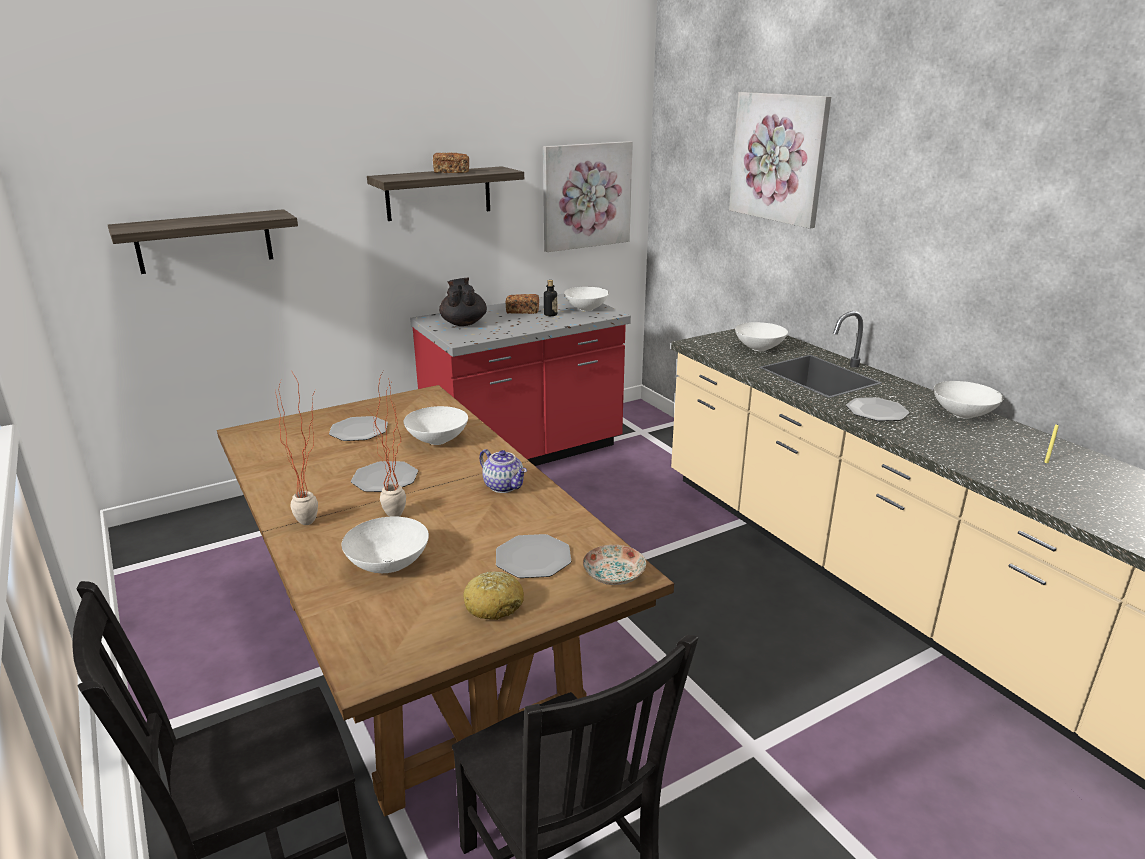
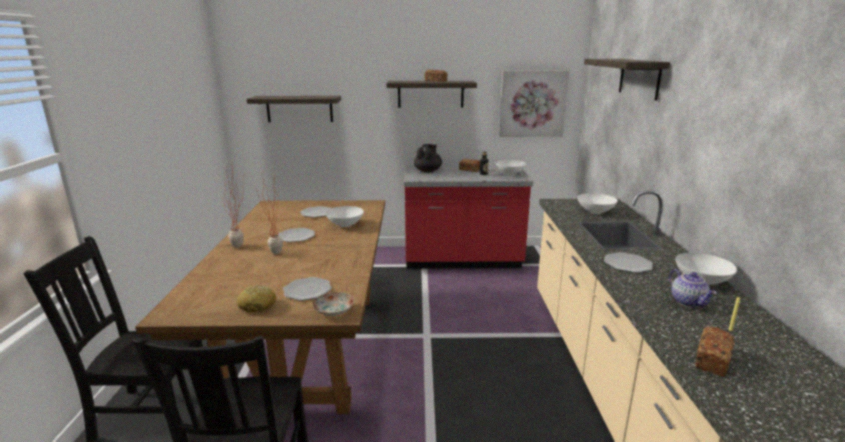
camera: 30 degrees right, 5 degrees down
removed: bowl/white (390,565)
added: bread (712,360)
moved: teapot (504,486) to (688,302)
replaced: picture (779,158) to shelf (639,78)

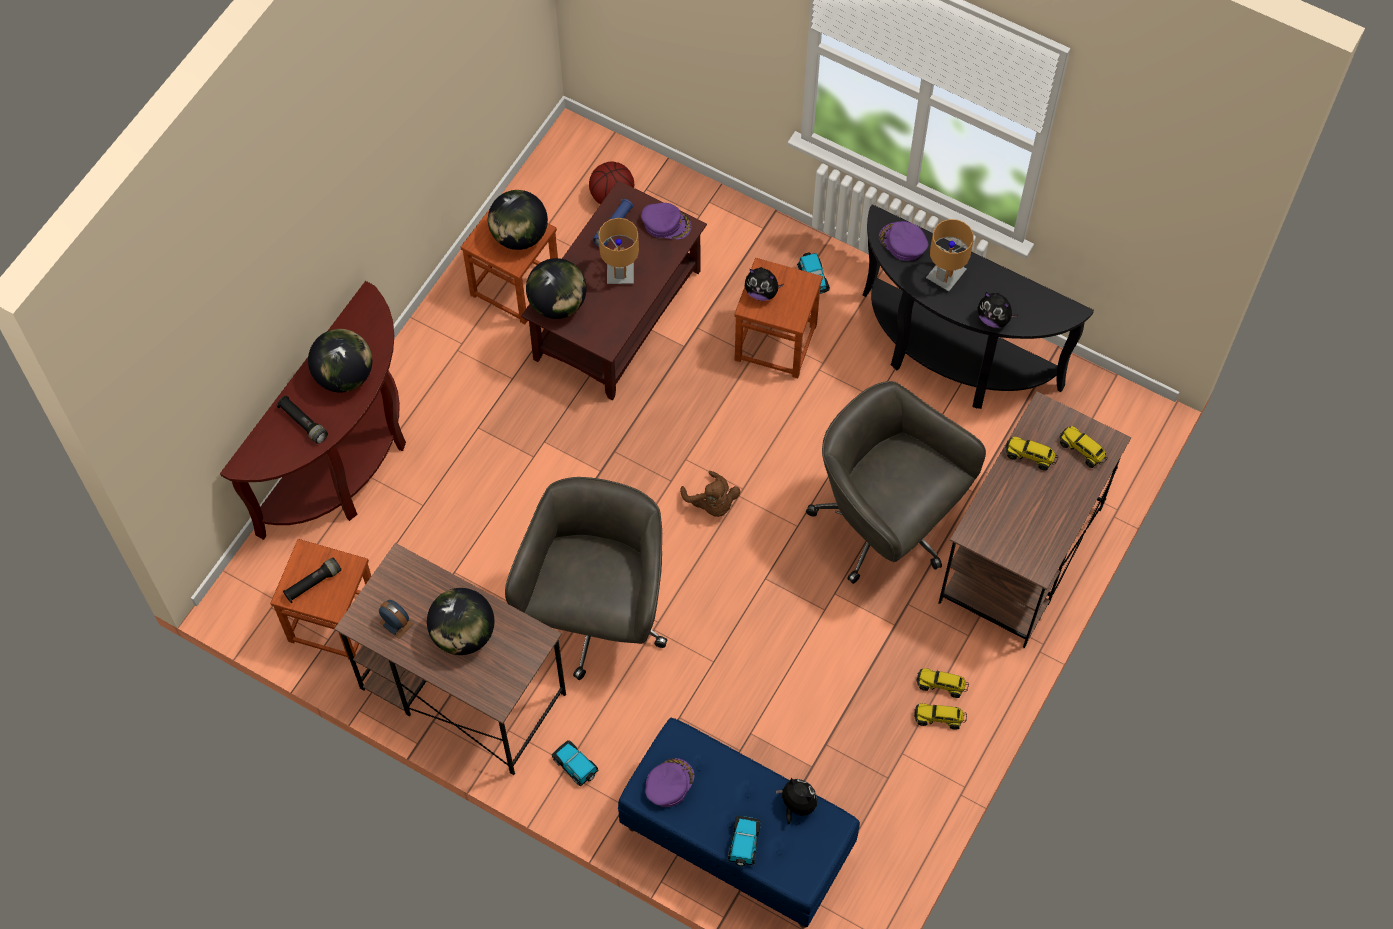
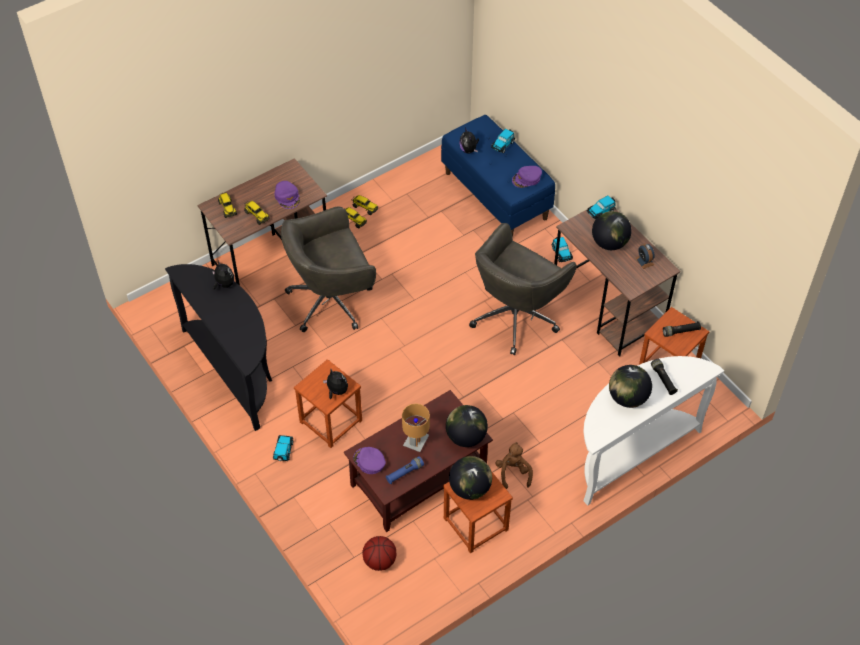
camera: 155 degrees left, 10 degrees down
removed: table lamp/brown (945,275)
added: toy car (601,211)
moved: plush toy/brown (712,503) to (513,473); cap/purple (903,243) to (287,197)
recoloured: console table/brown (345,464) to console table/white (631,452)
turned: office chair/grey (886,525) = (332,300) 90 degrees clockwise

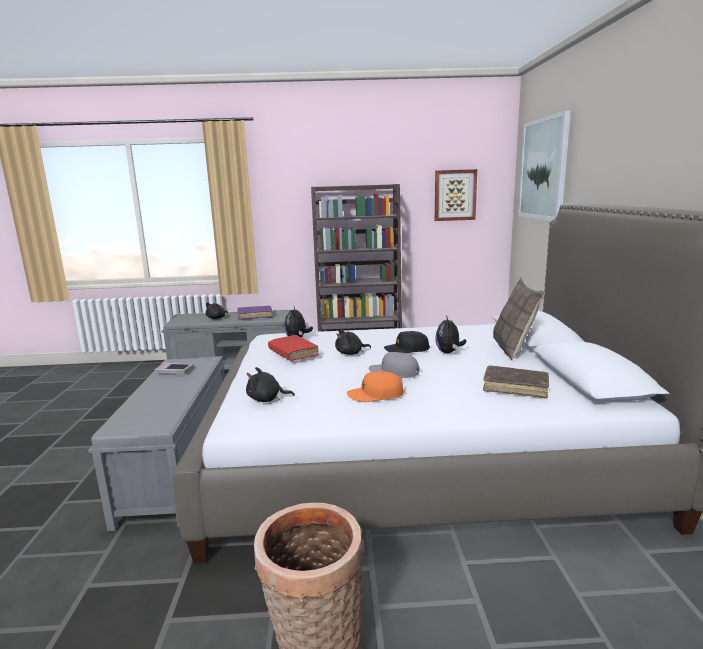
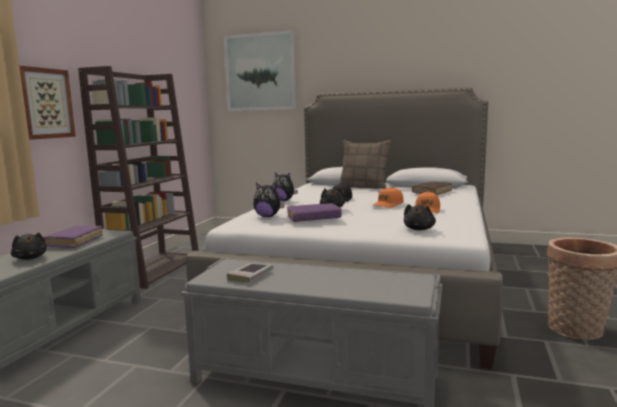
camera: 70 degrees left, 5 degrees down
moved: picture (455,195) to (45,103); plush toy (449,352) to (284,200)
recoloured: book/red (293,353) to book/purple (313,218); cap/grey (394,373) to cap/orange (388,204)

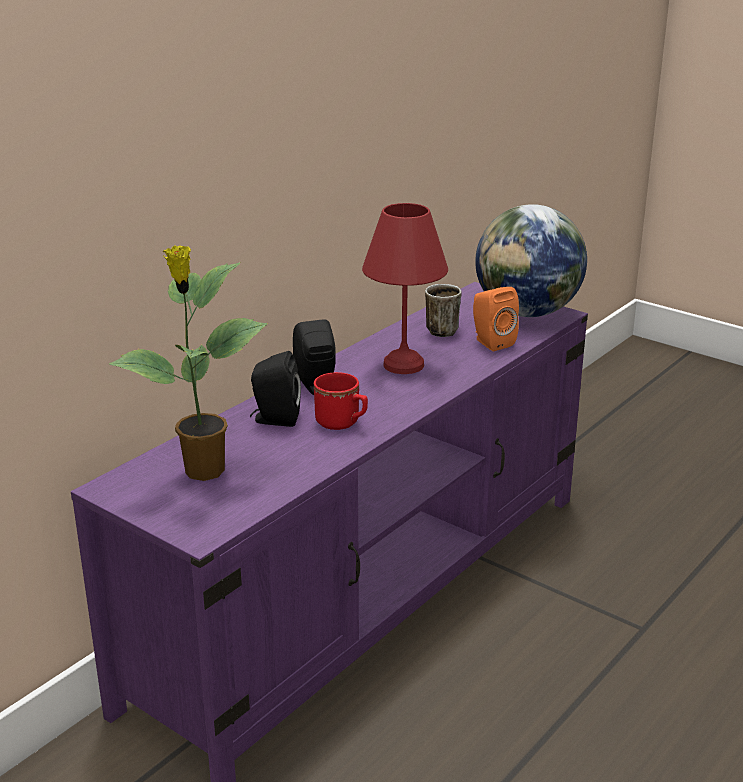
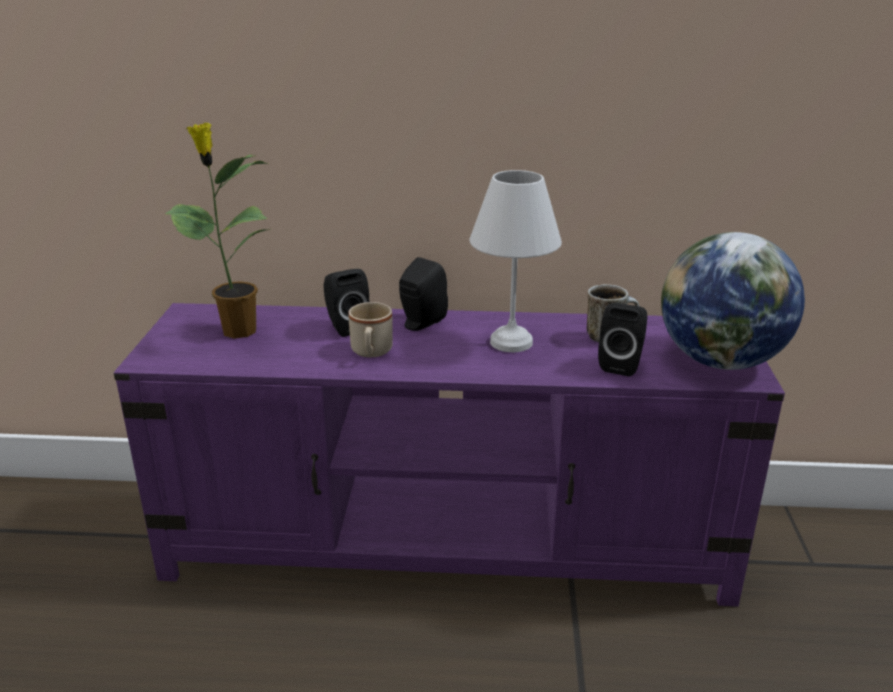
camera: 55 degrees right, 0 degrees up
recoloured: mug/red (342,423) to mug/beige (371,352); table lamp/red (405,365) to table lamp/white (511,343); speaker/orange (491,342) to speaker/black (621,364)

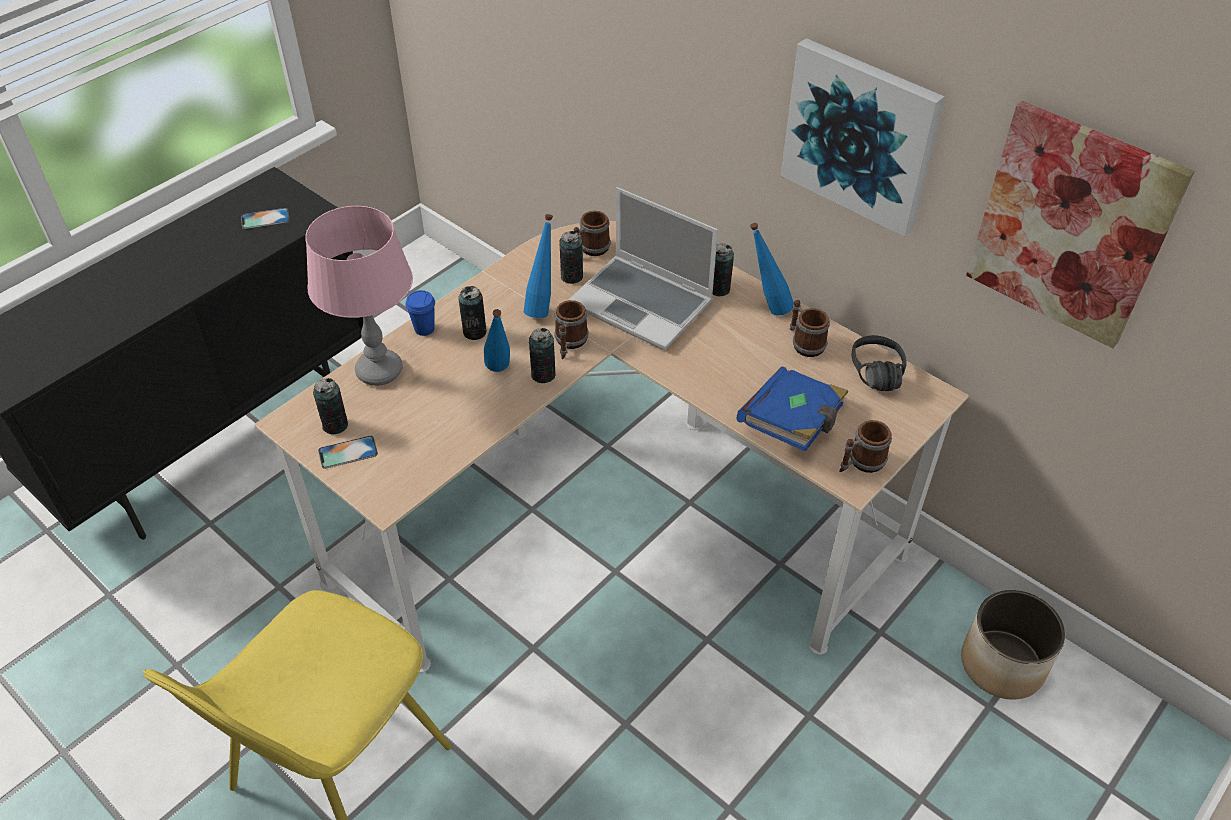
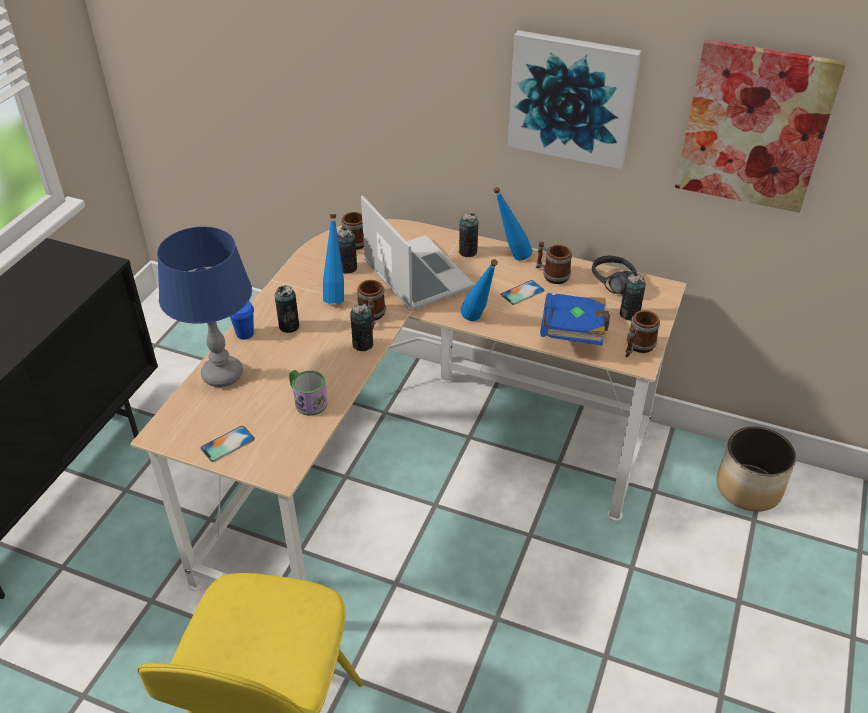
camera: 20 degrees left, 5 degrees down
added: mug (307,401)
moved: phone (265,219) to (522,292); can (335,425) to (629,314); bottle/blue (500,374) to (478,321)
recoloured: table lamp/pink (380,371) to table lamp/blue (223,374)
turned: laptop (643,304) = (415,275) 135 degrees counterclockwise

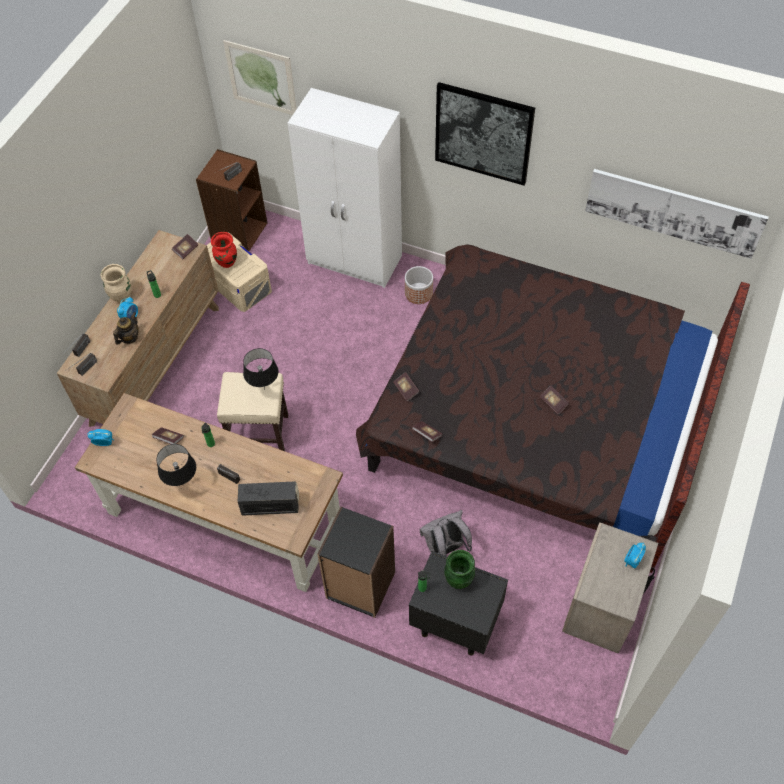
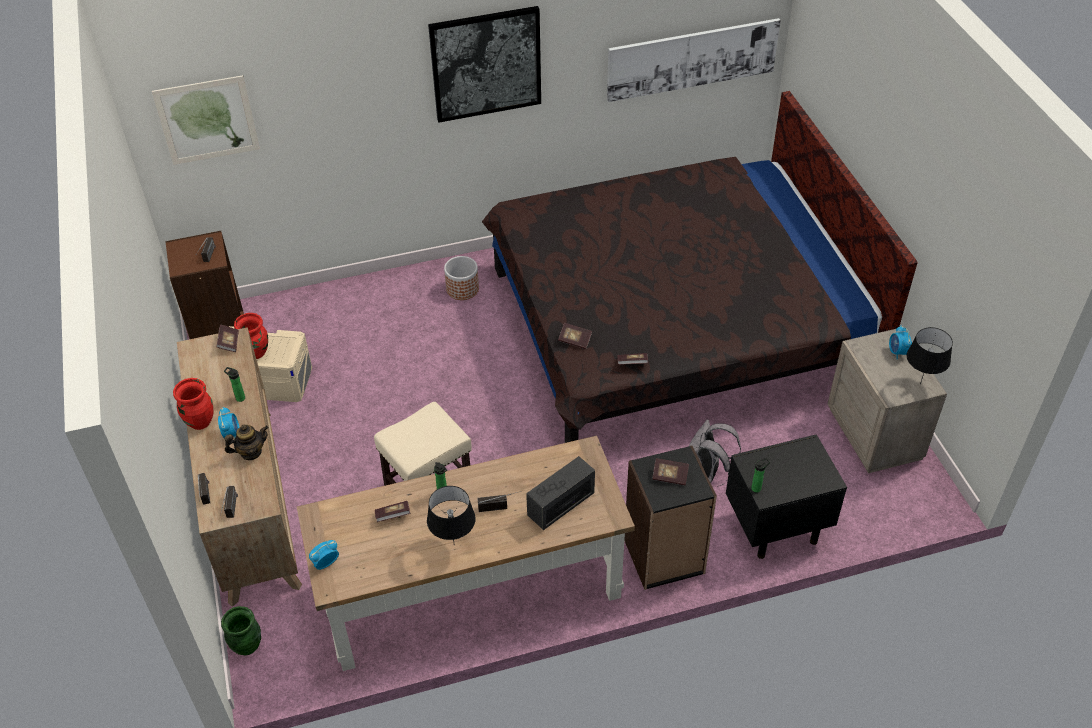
camera: 40 degrees left, 10 degrees down
removed: wardrobe/white (355,261)
moved: table lamp/black (264,390) to (920,384); vase/green (459,579) to (247,646); book (553,403) to (670,476)
recoloured: vase/beige (122,296) to vase/red (200,421)
turned: teapot (129,337) = (251,452) 75 degrees clockwise

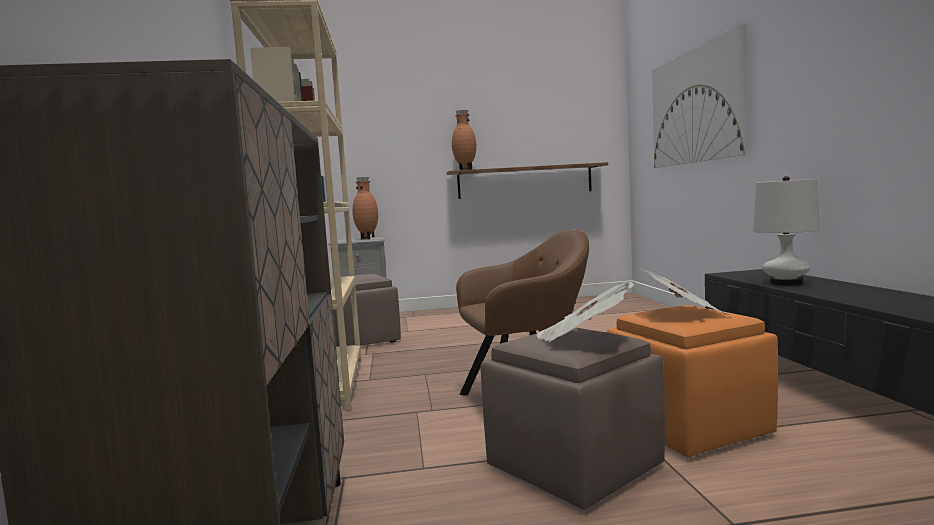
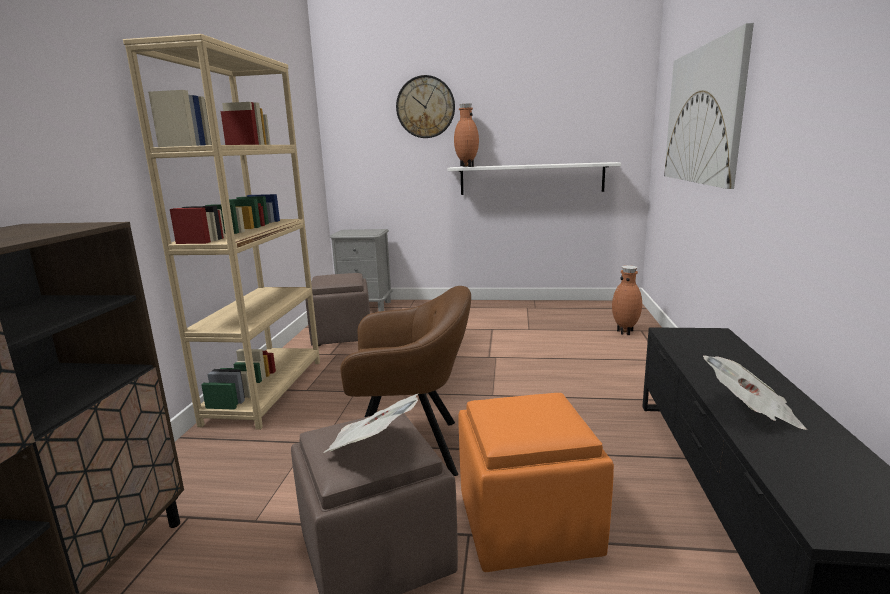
camera: 15 degrees right, 10 degrees up
removed: table lamp/white (785,283)
added: wall clock (425,107)
moved: vase/brown (368,238) to (625,332); newspaper (684,313) to (750,413)
recoloured: shelf/brown (525,181) to shelf/white (531,179)

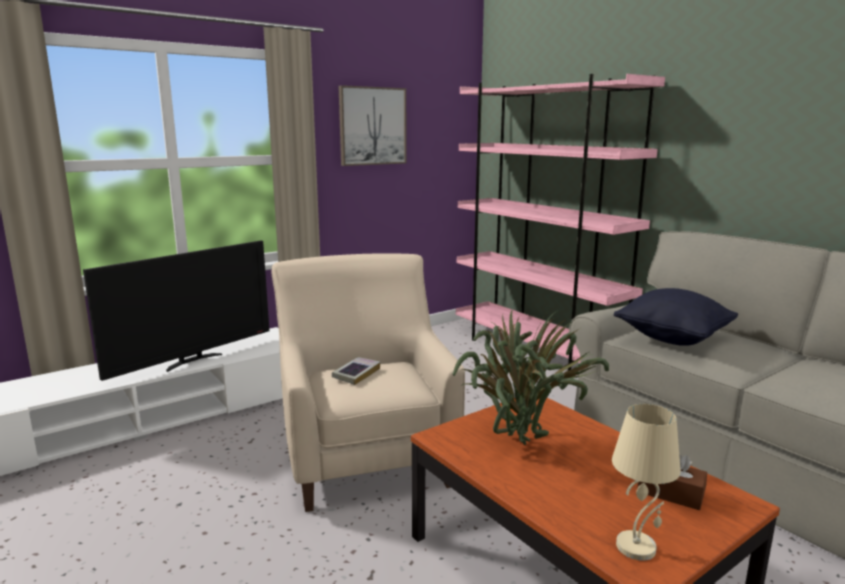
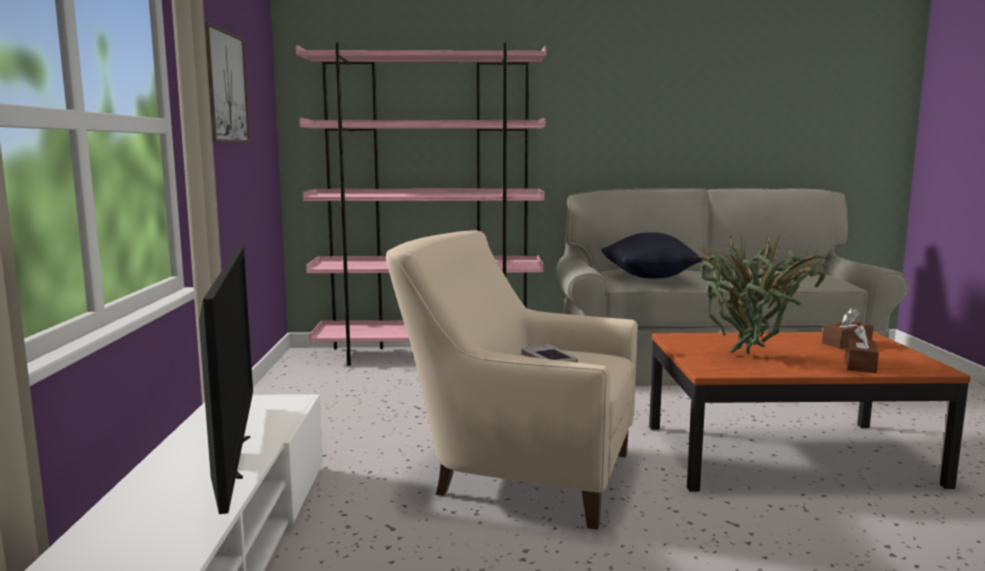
camera: 55 degrees left, 5 degrees down
removed: table lamp/beige (636,546)
added: tissue box/brown (860,365)

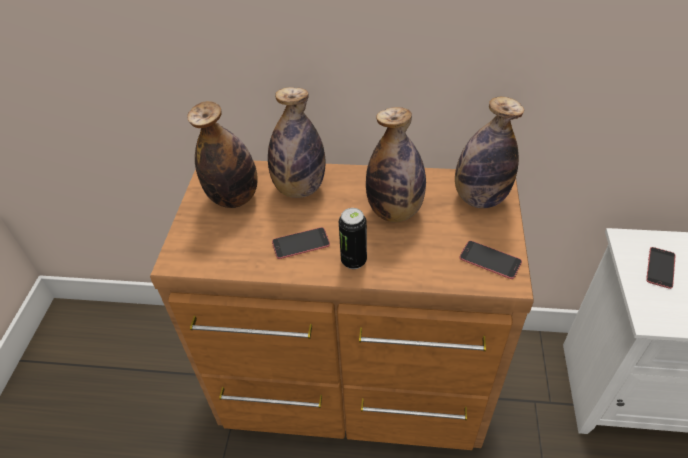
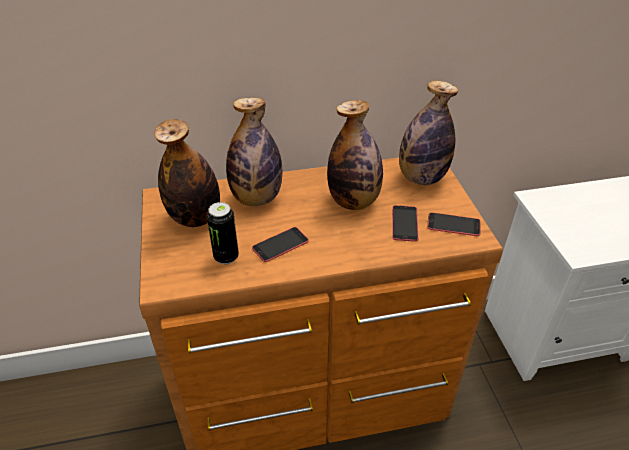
camera: 20 degrees left, 5 degrees down
moved: can (353,261) to (226,257); phone (660,267) to (404,223)

